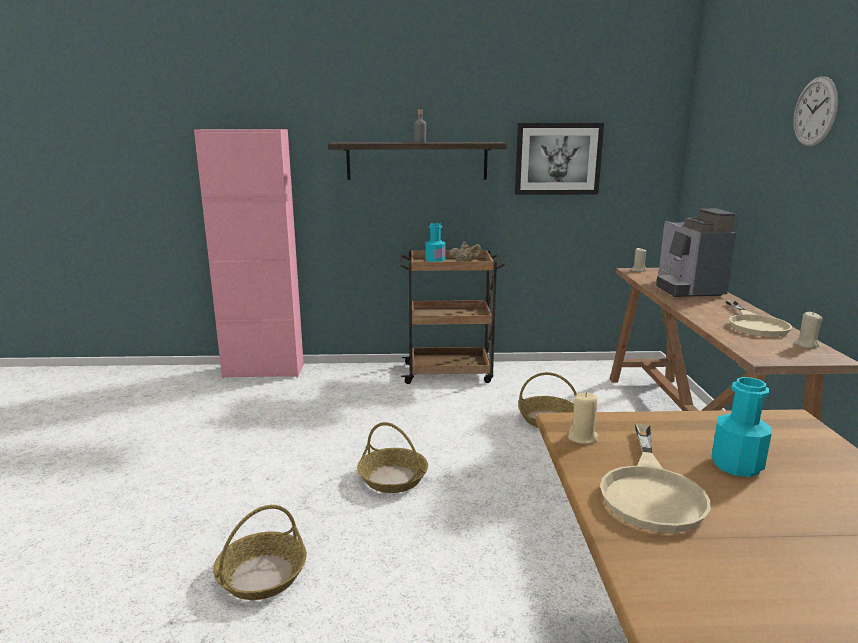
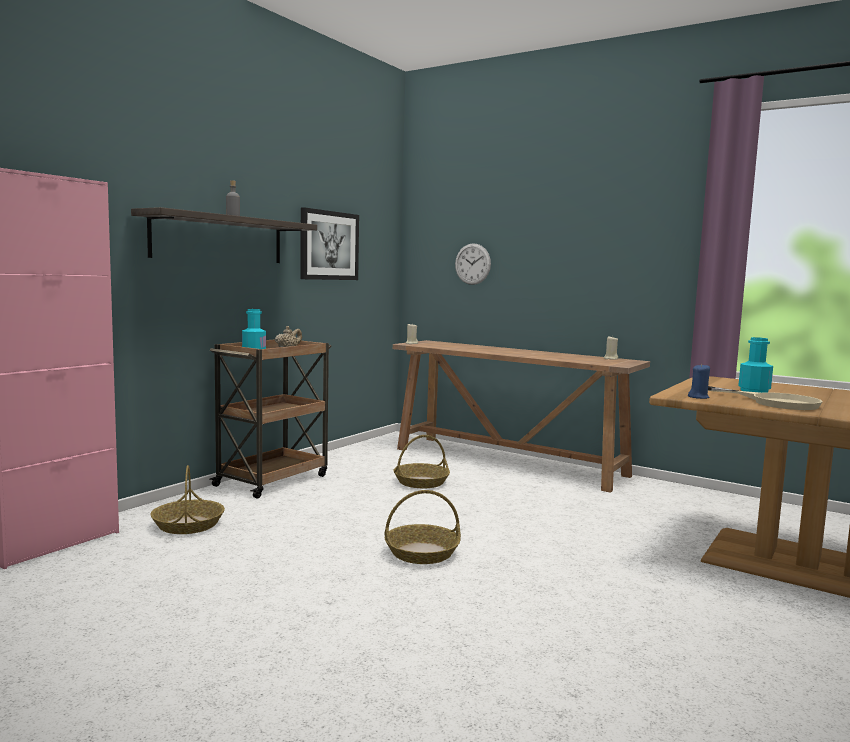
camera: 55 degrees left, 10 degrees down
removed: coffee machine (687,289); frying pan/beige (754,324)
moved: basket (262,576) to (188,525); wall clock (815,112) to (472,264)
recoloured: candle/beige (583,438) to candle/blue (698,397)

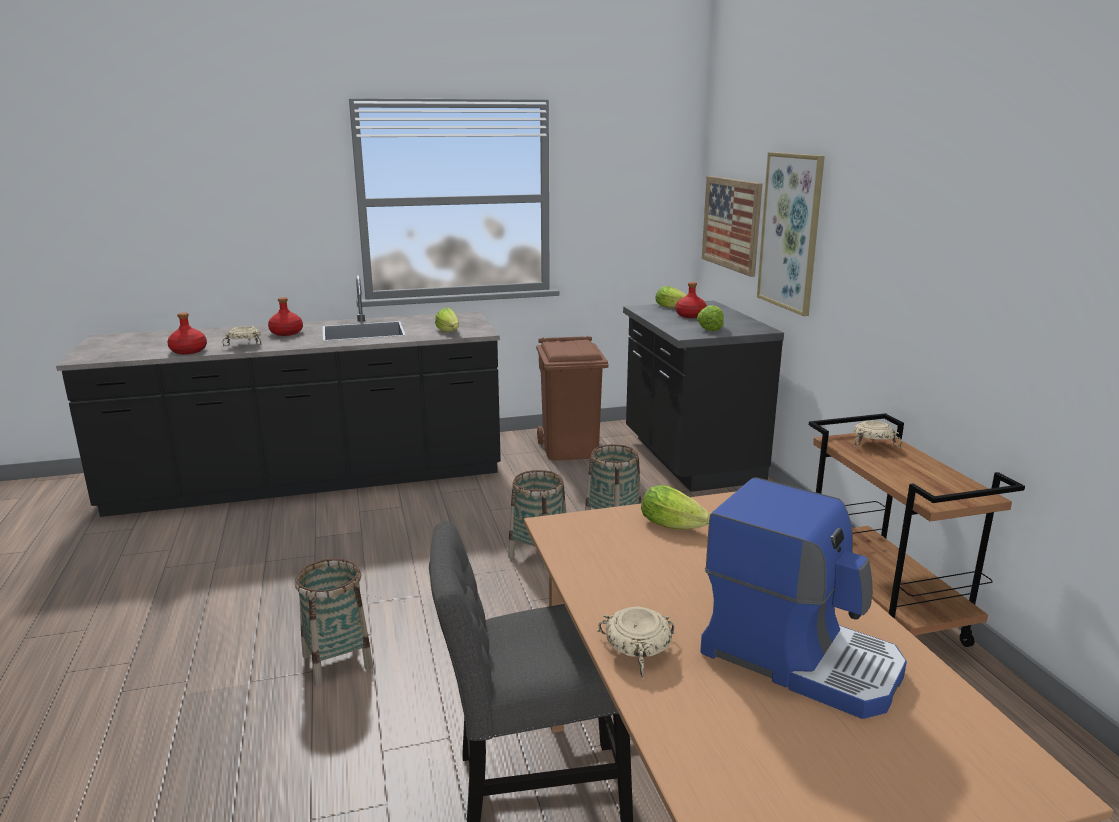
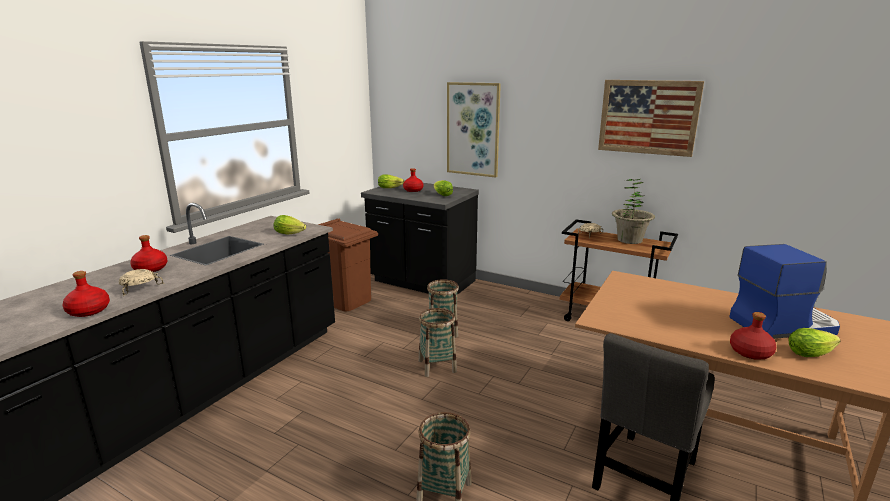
camera: 45 degrees left, 0 degrees up
added: potted plant (629,240)
moved: lettuce (675,526) to (812,353); picture (731,224) to (648,117)
replaced: bowl/beige (636,650) to bottle/red (750,352)

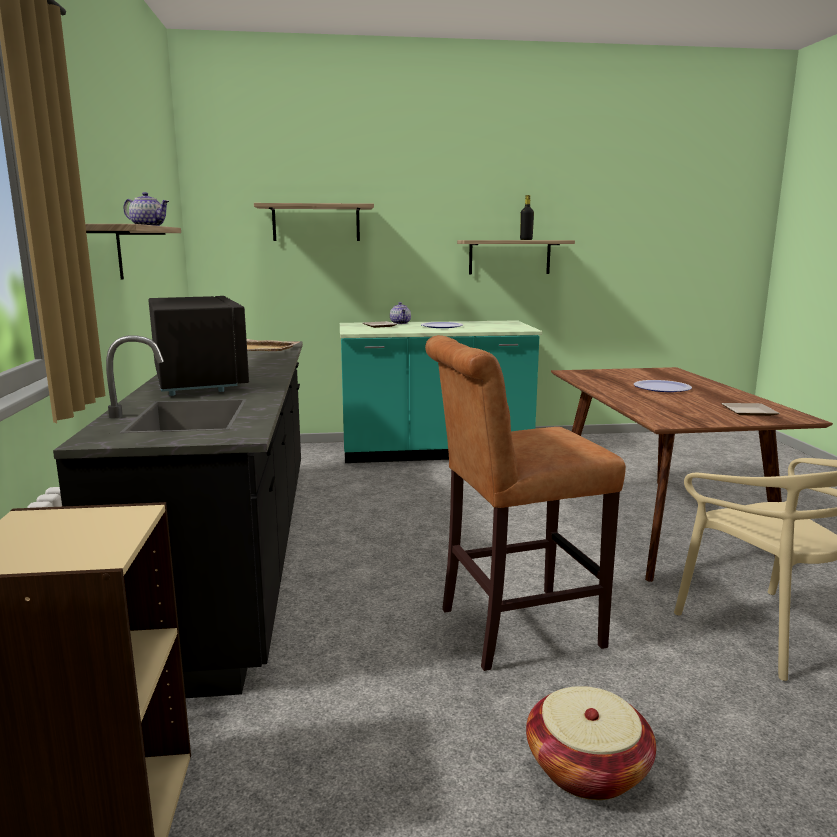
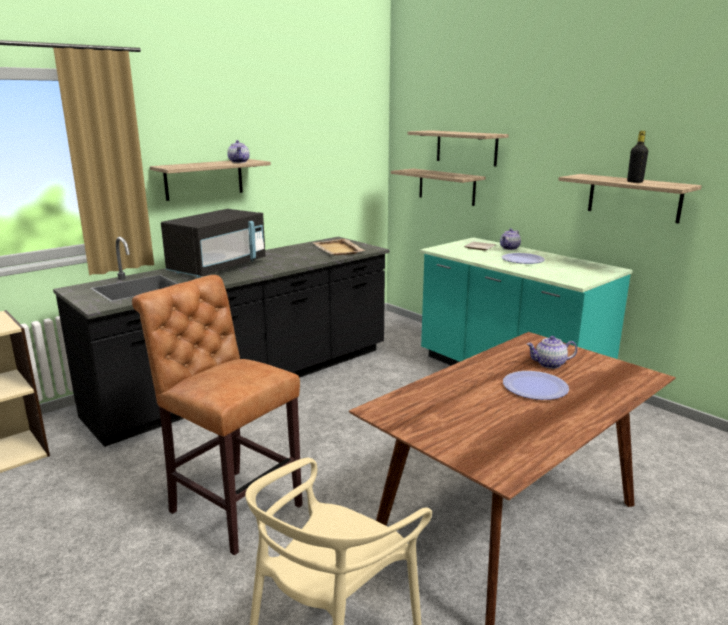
camera: 55 degrees right, 5 degrees up
removed: basket (587,768); plate (747,411)
added: shelf (446,186); teapot (549,364)

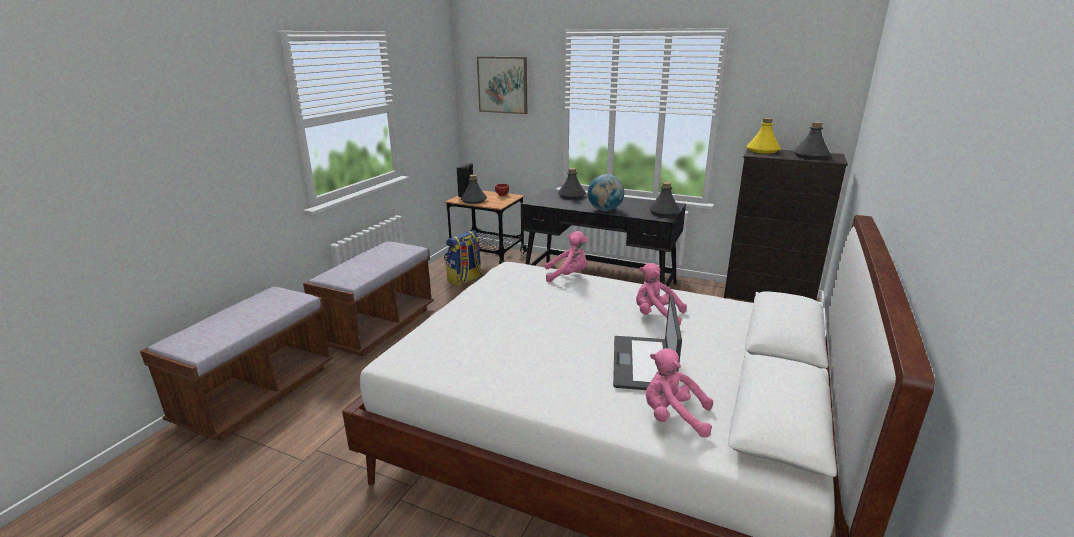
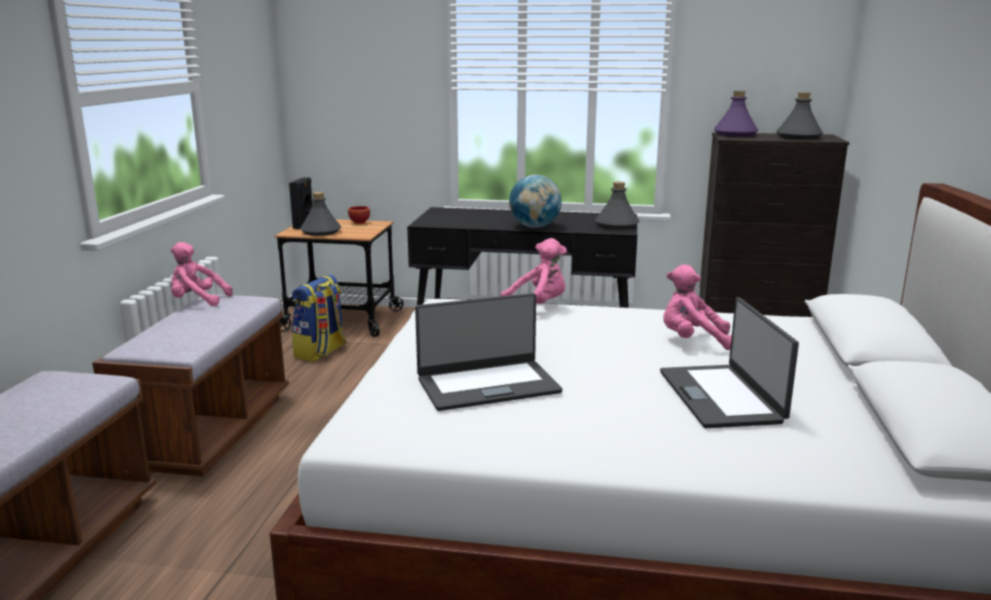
camera: 15 degrees left, 5 degrees down
removed: picture (503,85); bottle/grey (571,196)
added: laptop (487,385)
moved: plush toy/pink (673,417) to (197,301)
recoloured: bottle/yellow (762,150) to bottle/purple (735,134)

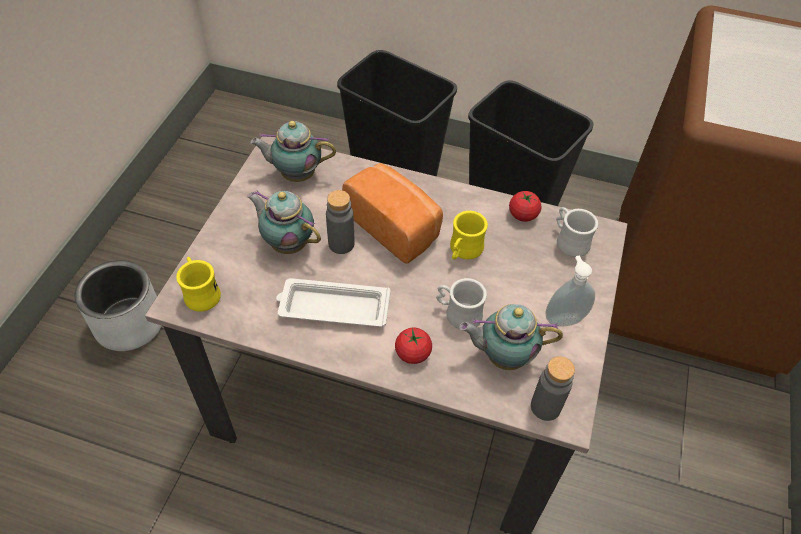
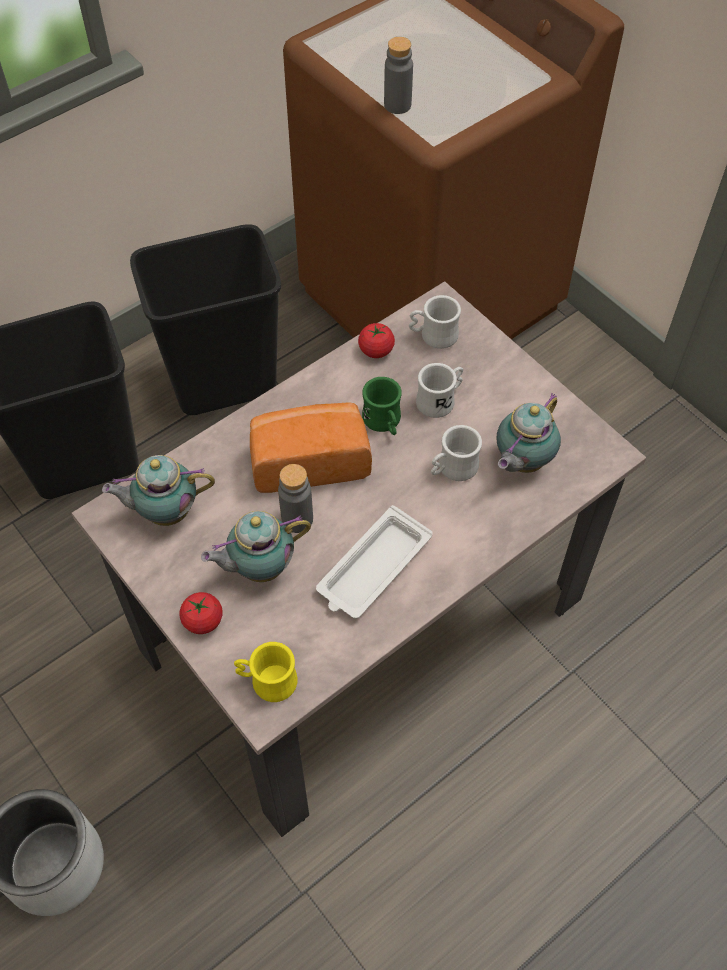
camera: 55 degrees left, 5 degrees up
removed: soap dispenser (563,318)
added: mug/white (440,400)
moved: tomato (413,353) to (203,620); bottle/grey (545,407) to (397,105)
recoloured: mug/yellow (463,251) to mug/green (384,422)
turned: teapot (296,175) = (165,512) 45 degrees clockwise

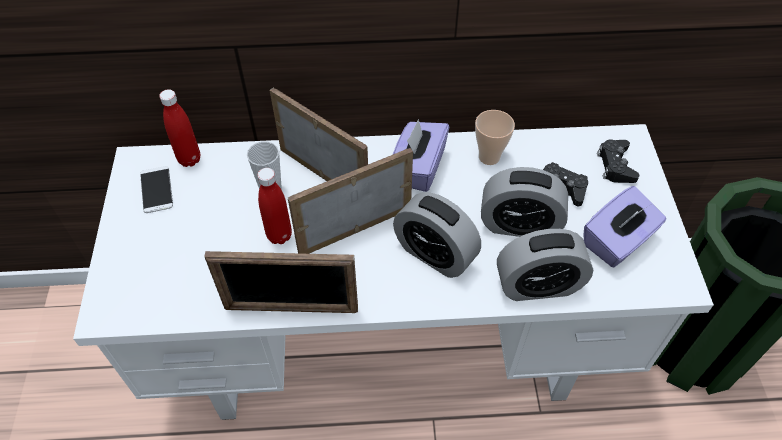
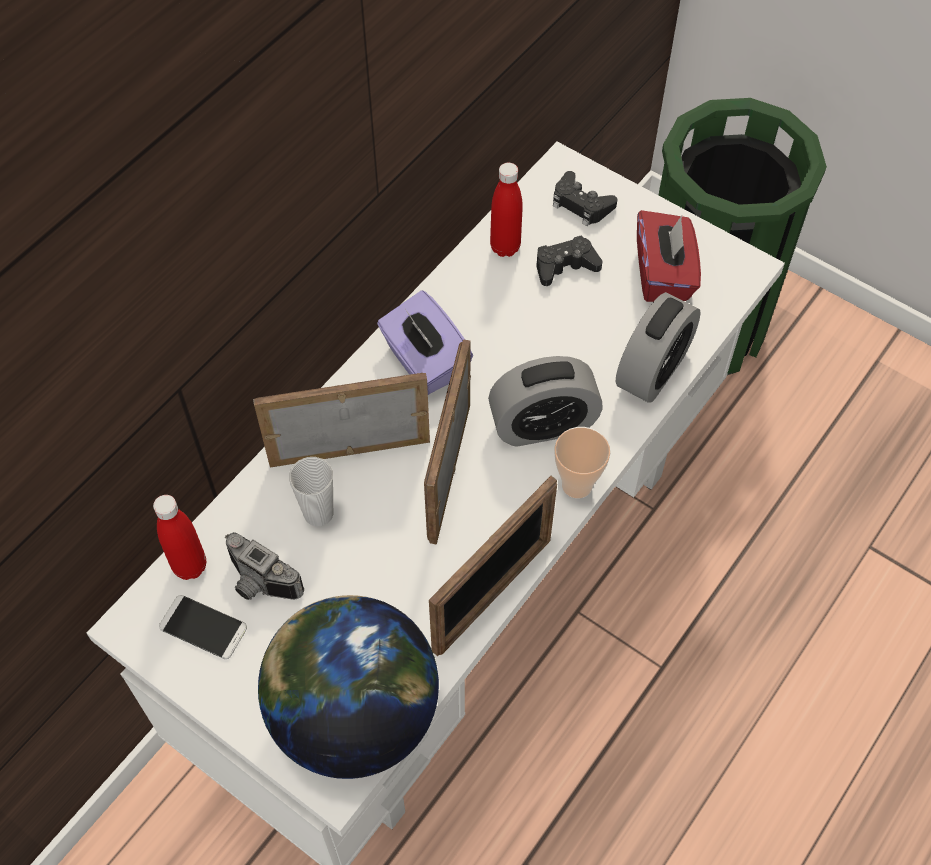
camera: 50 degrees left, 5 degrees up
removed: alarm clock (519,225)
added: photo camera (258,584); globe (354,714)
moved: bottle/red (279,235) to (505,247); cup (489,157) to (577,485)
recoloured: tissue box/purple (617,242) to tissue box/red (663,274)

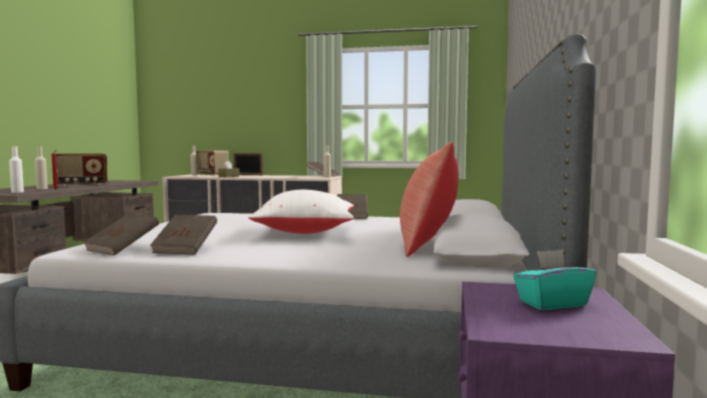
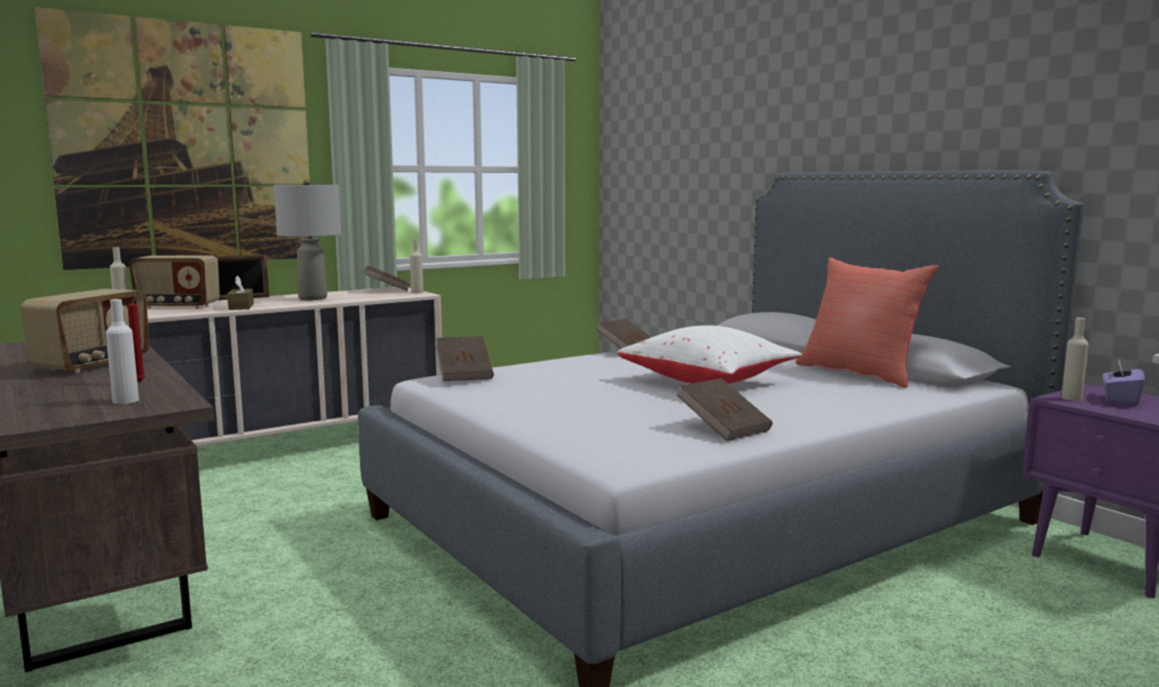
camera: 45 degrees left, 5 degrees up
added: picture (187,145); table lamp/grey (313,298)
moved: bottle/beige (42,188) to (1071,398); book/brown (123,248) to (464,374)
recoloured: tissue box/turquoise (552,303) to tissue box/purple (1120,400)

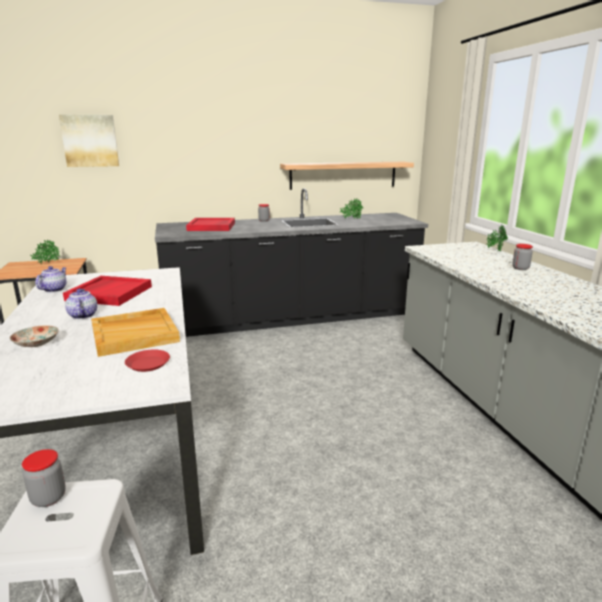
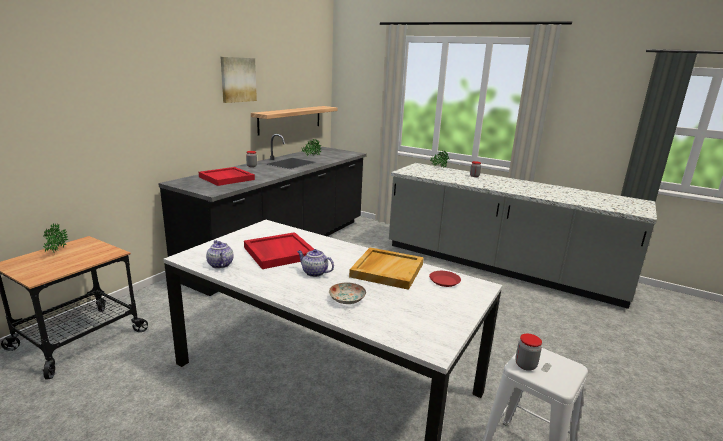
camera: 45 degrees left, 0 degrees up
moved: picture (90,141) to (238,79)

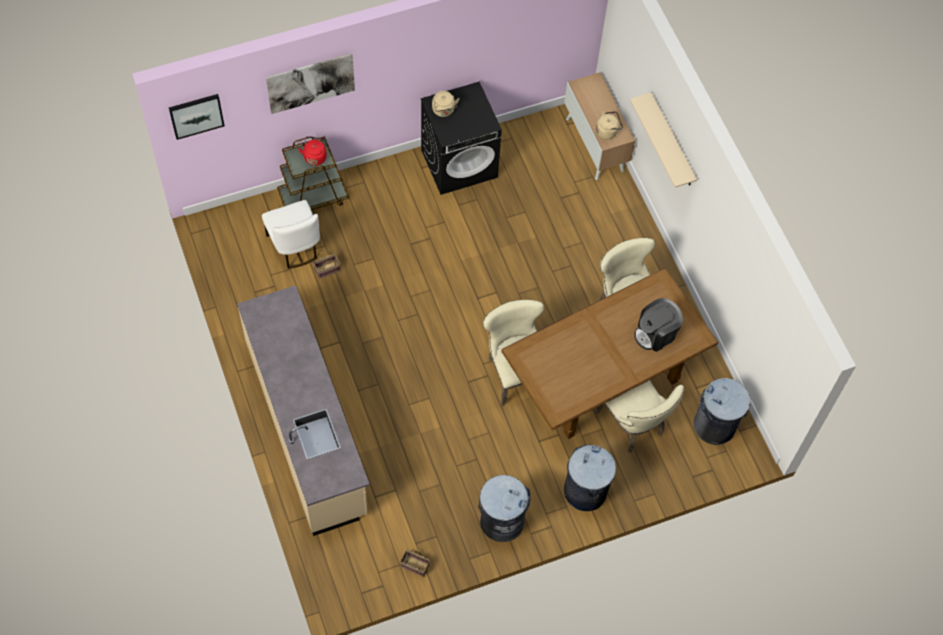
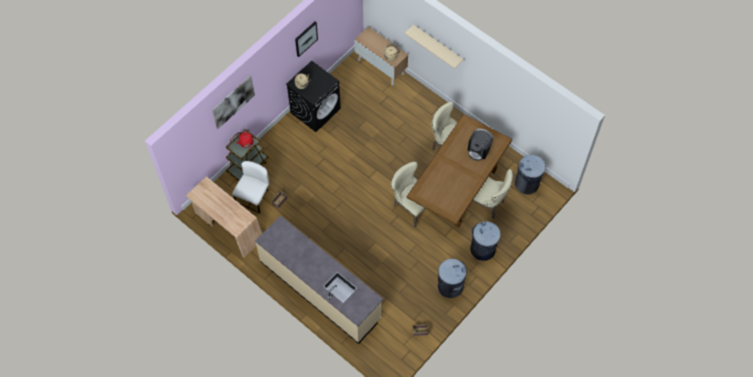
camera: 25 degrees left, 0 degrees up
added: desk/beige (227,226)
moved: picture (196,115) to (305,38)
turned: chair/white (294,246) = (254,197) 105 degrees counterclockwise

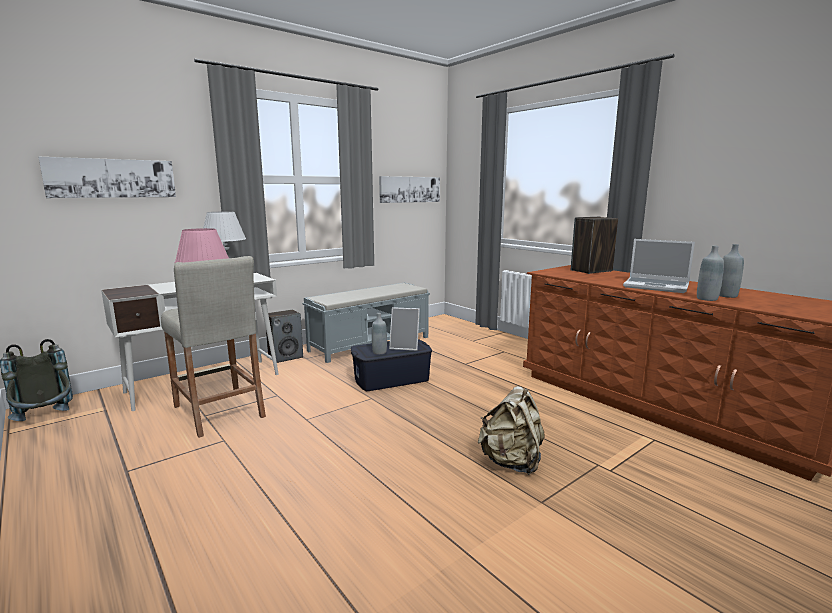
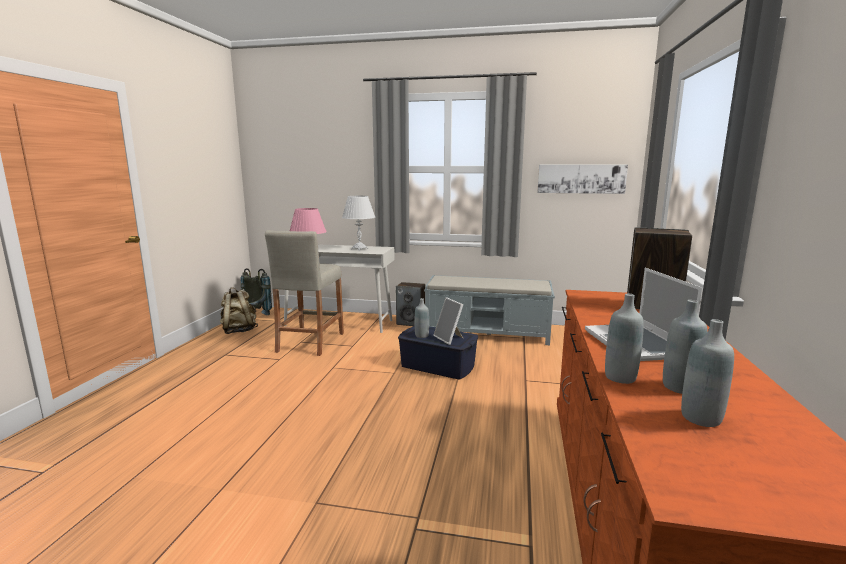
camera: 50 degrees right, 0 degrees up
removed: picture (112,178)
added: bottle/grey (701,418)
moved: backpack/beige (511,462) to (239,331)

